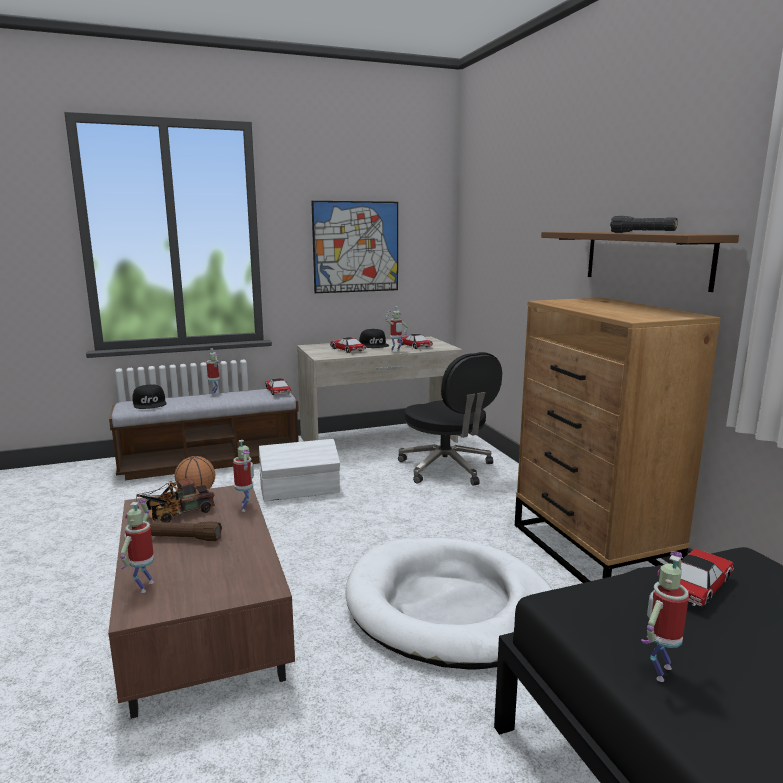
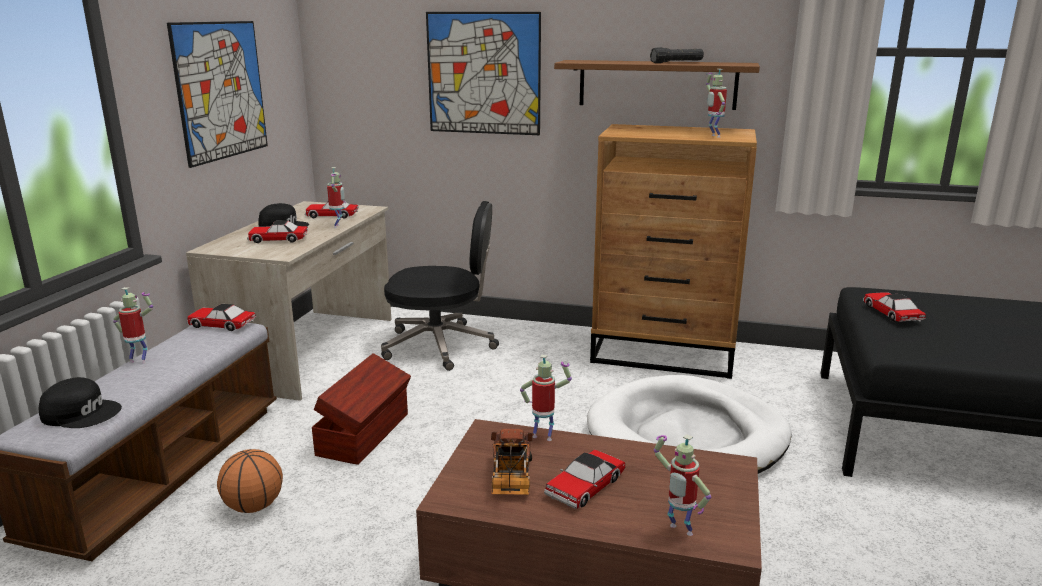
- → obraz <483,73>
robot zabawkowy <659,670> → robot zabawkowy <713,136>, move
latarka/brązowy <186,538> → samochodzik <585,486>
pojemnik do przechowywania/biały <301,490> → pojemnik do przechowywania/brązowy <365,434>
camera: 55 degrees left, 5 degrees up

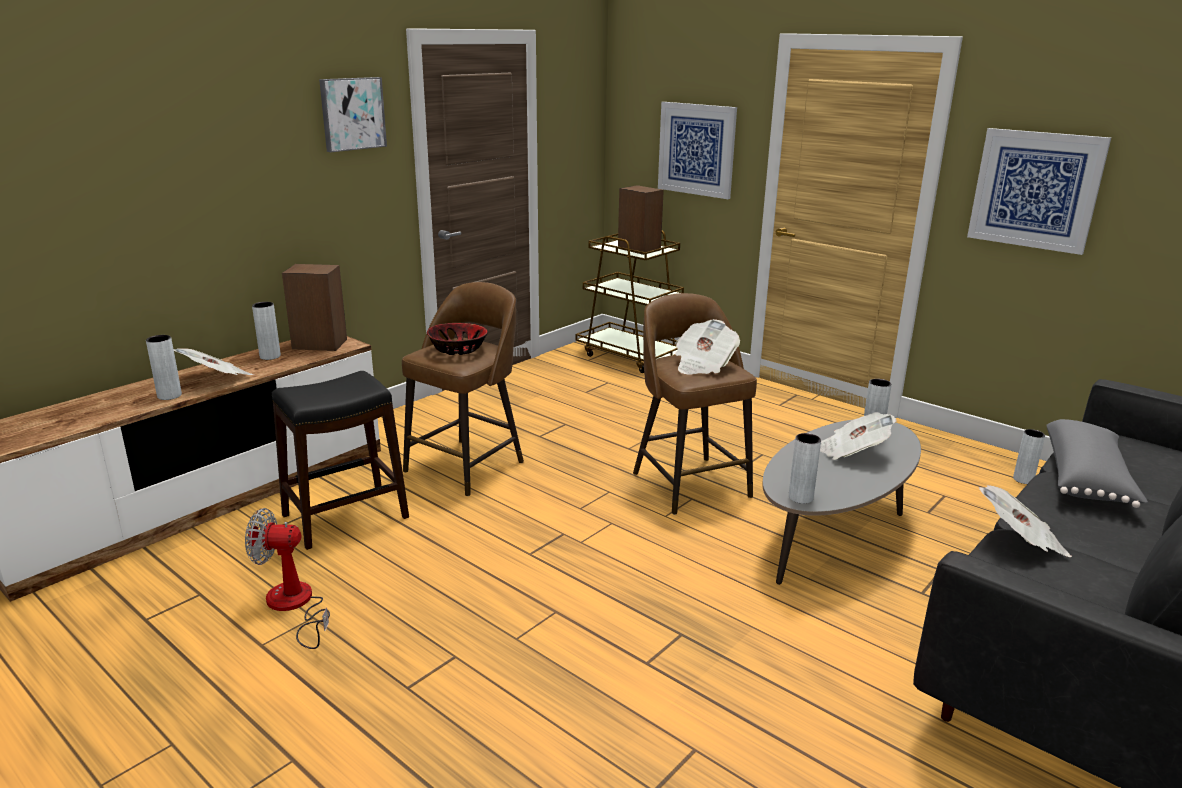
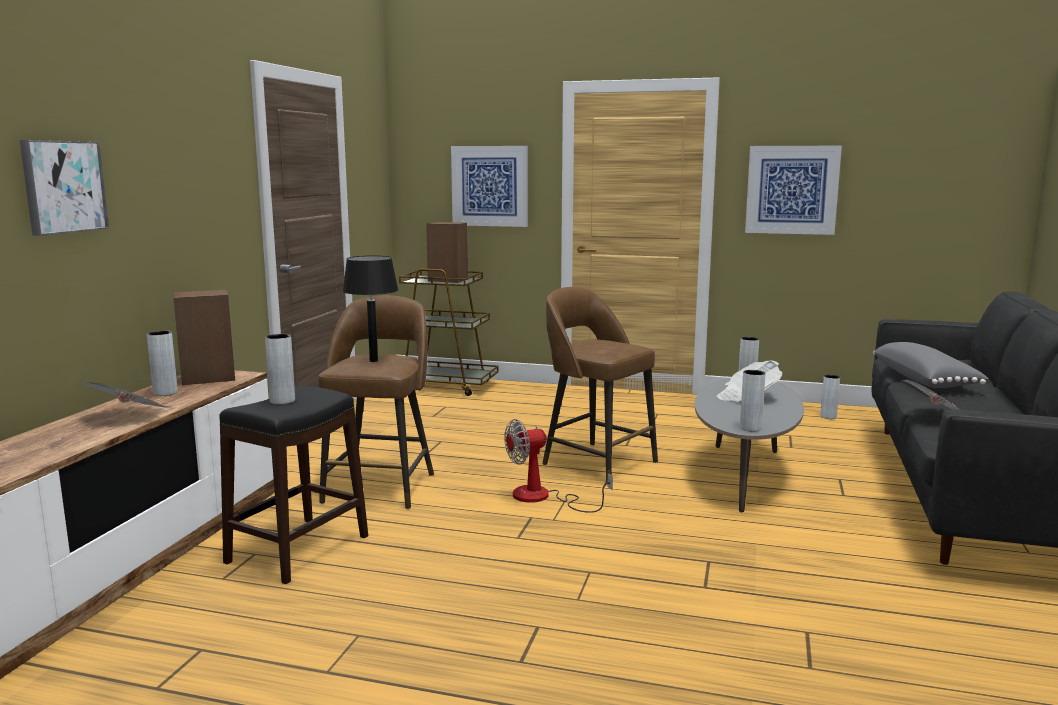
gazeta <703,365> → -
wazon/szary <169,395> → wazon/szary <282,401>, move
wentylator <295,606> → wentylator <543,498>, move
obraz <352,113> → obraz <63,186>, move
miska <458,349> → lampa stołowa/czarny <373,360>
camera: 25 degrees left, 10 degrees down

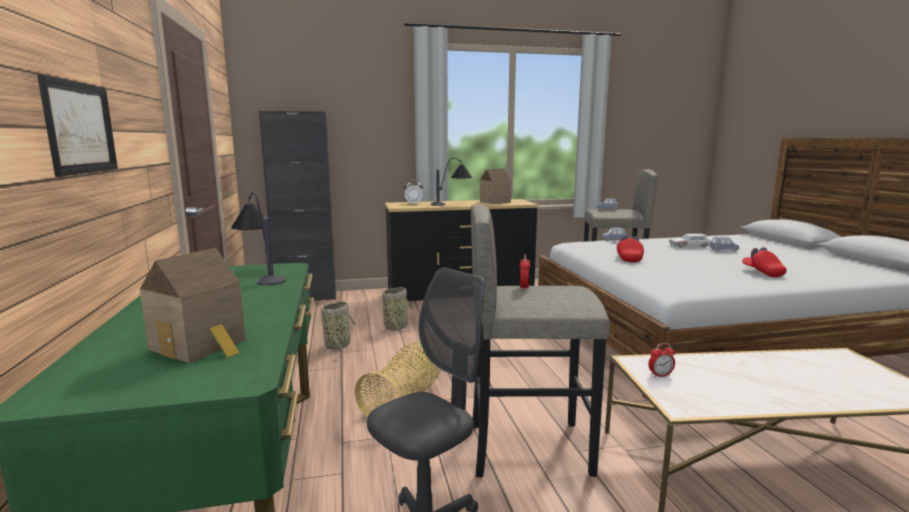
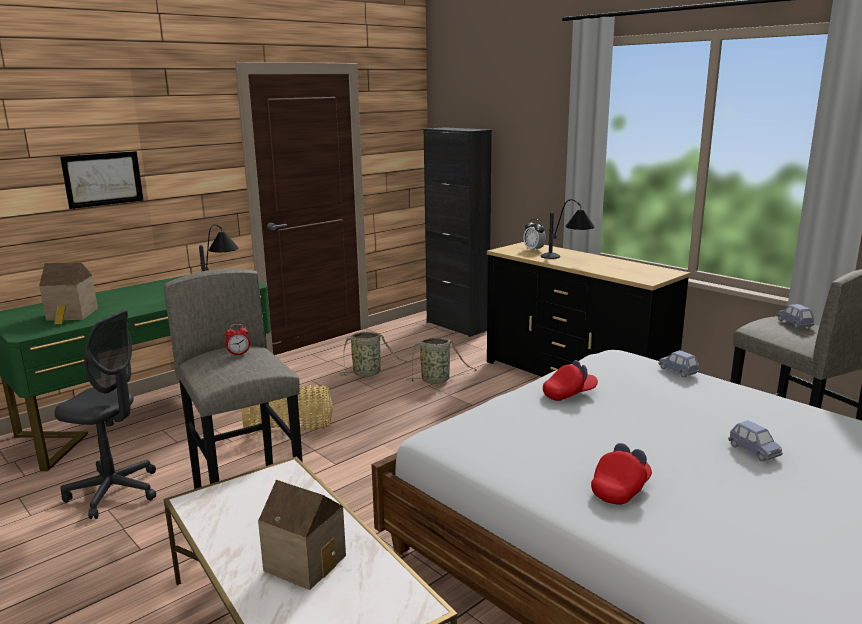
budzik <660,375> → -
samochodzik <689,246> → -
domek <494,202> → domek <307,561>, move
camera: 60 degrees right, 5 degrees up

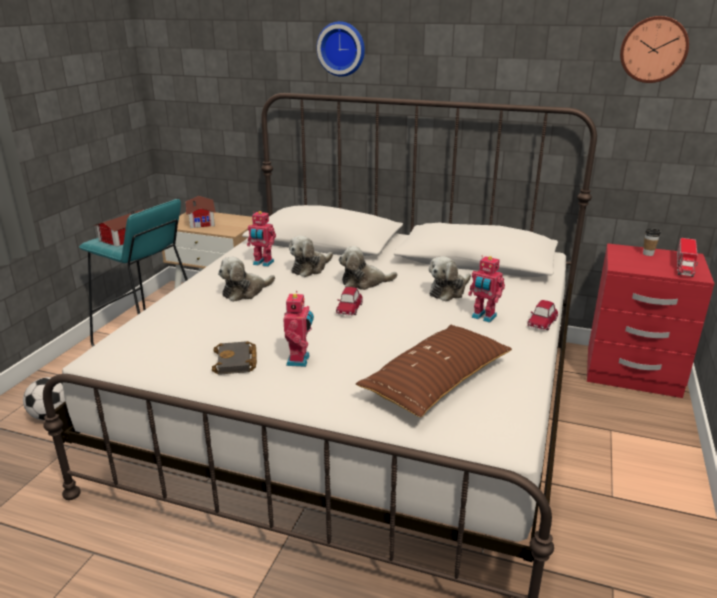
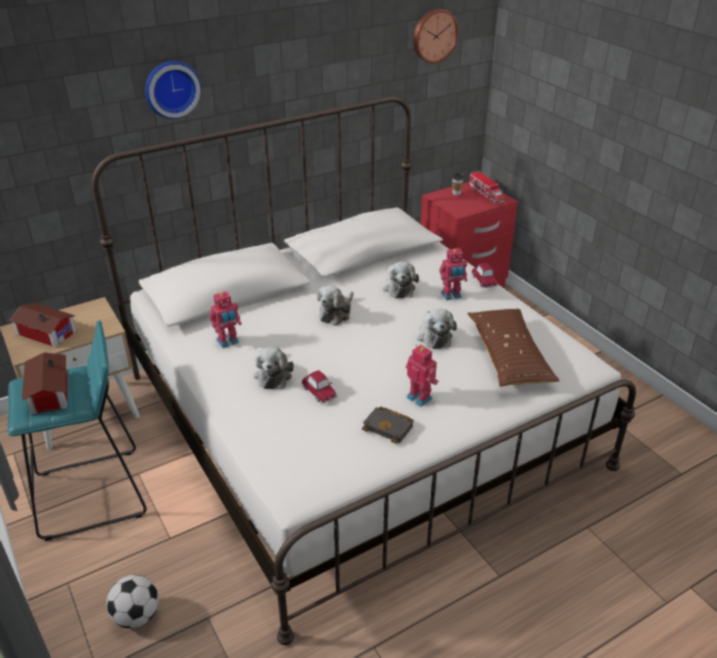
pluszak <310,268> → pluszak <434,336>, move
samochodzik <349,309> → samochodzik <319,392>, move
camera: 50 degrees left, 10 degrees up

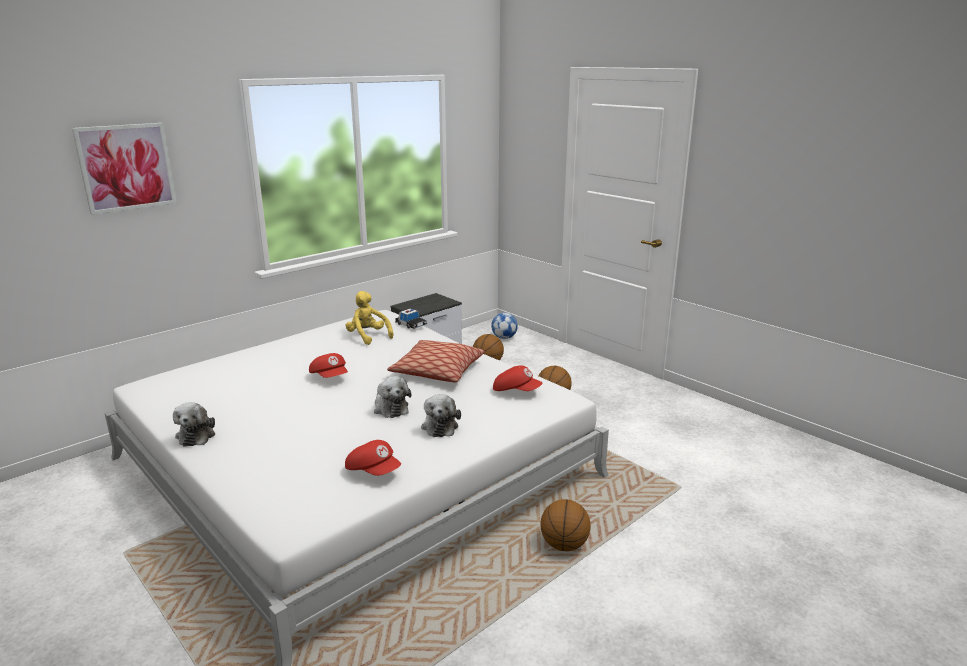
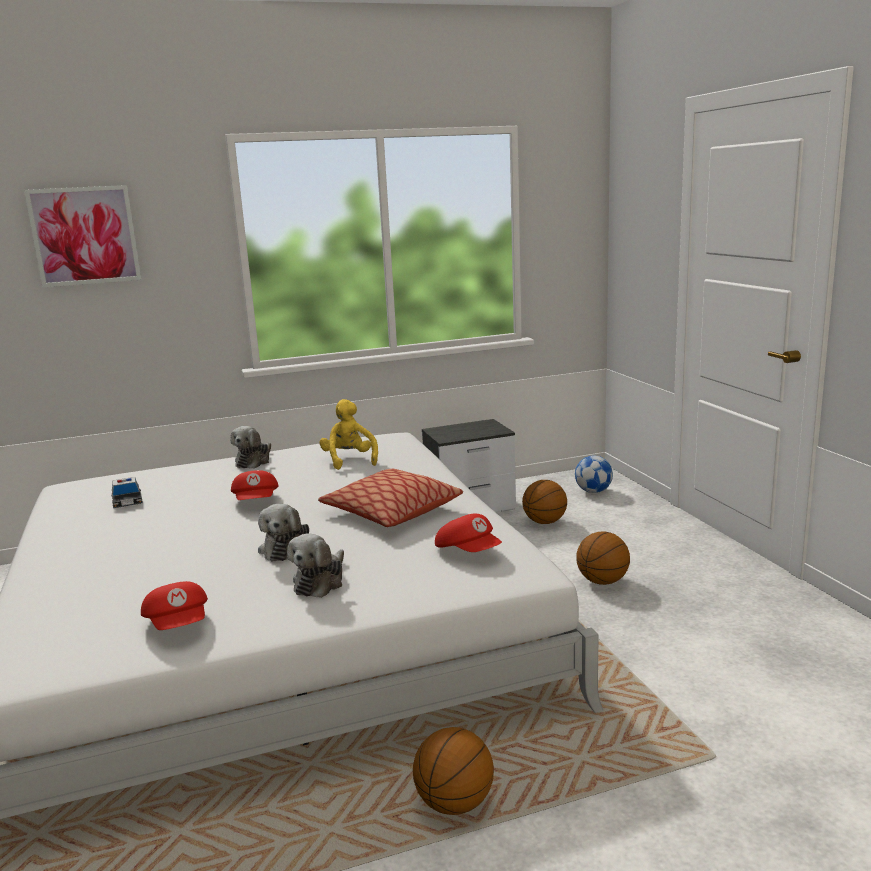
pluszak <197,434> → pluszak <254,461>, move
samochodzik <411,324> → samochodzik <127,501>, move
camera: 25 degrees right, 5 degrees down

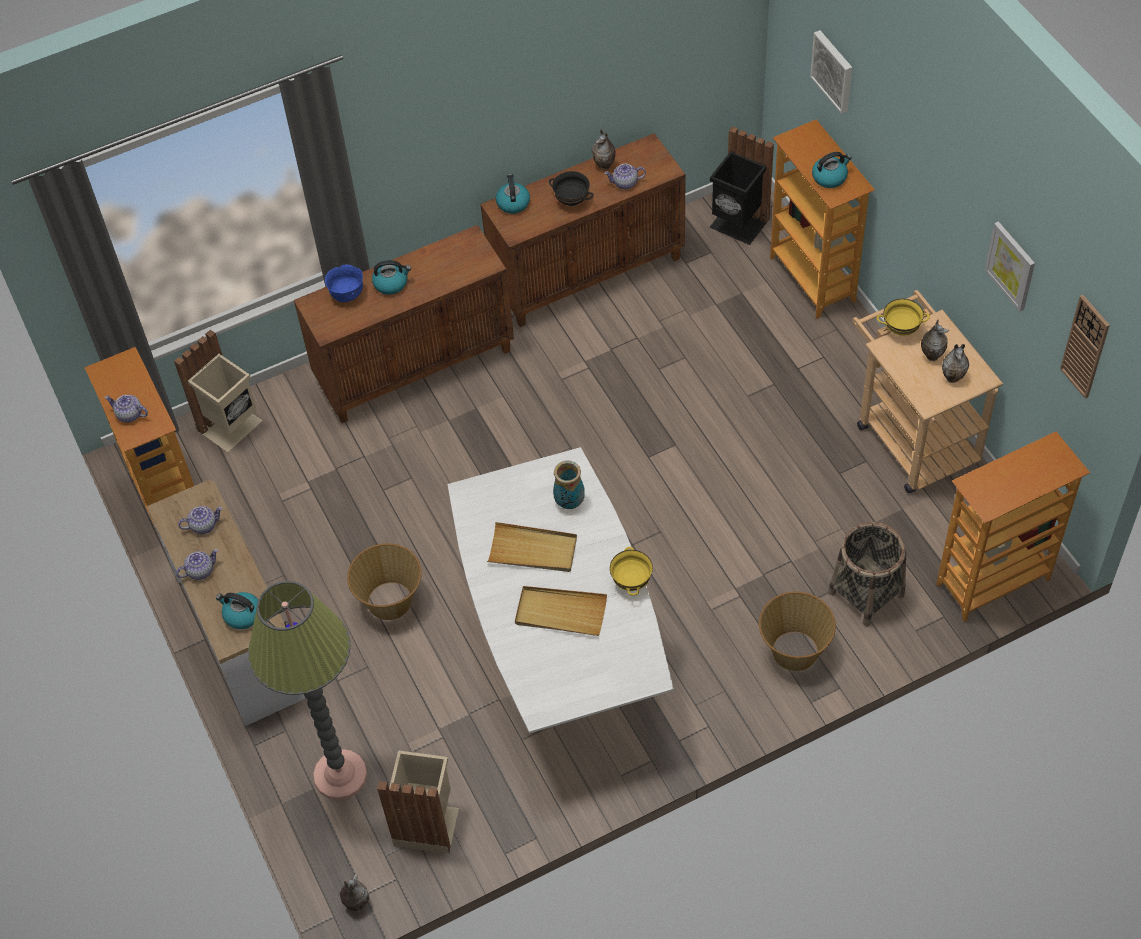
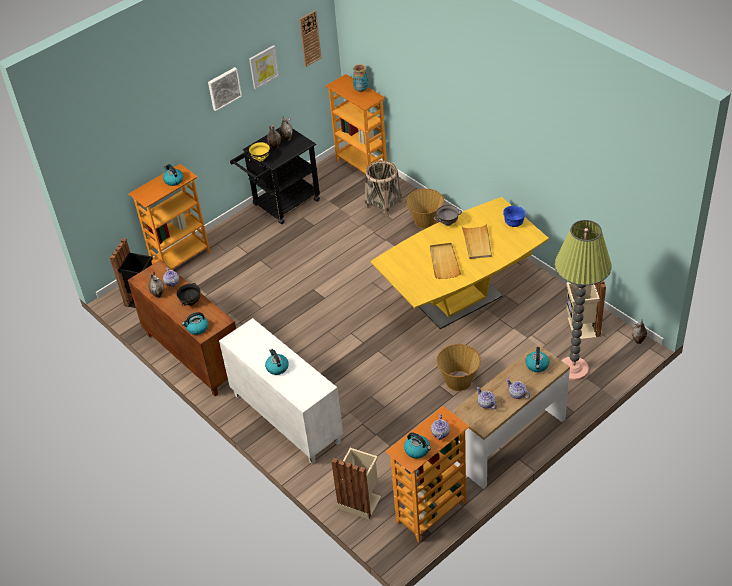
- → czajnik <417,450>
miska/niebieski <347,294> → miska/niebieski <513,223>, move
wazon <569,502> → wazon <361,90>, move
obraz <833,70> → obraz <224,88>, move
szafka/brązowy <416,366> → szafka/biały <285,419>
stół jadalny/biały <562,651> → stół jadalny/żółty <460,302>
miska/żółty <631,581> → miska/szary <448,223>
wózek/beżowy <911,435> → wózek/czarny <282,205>
camera: 105 degrees left, 10 degrees down

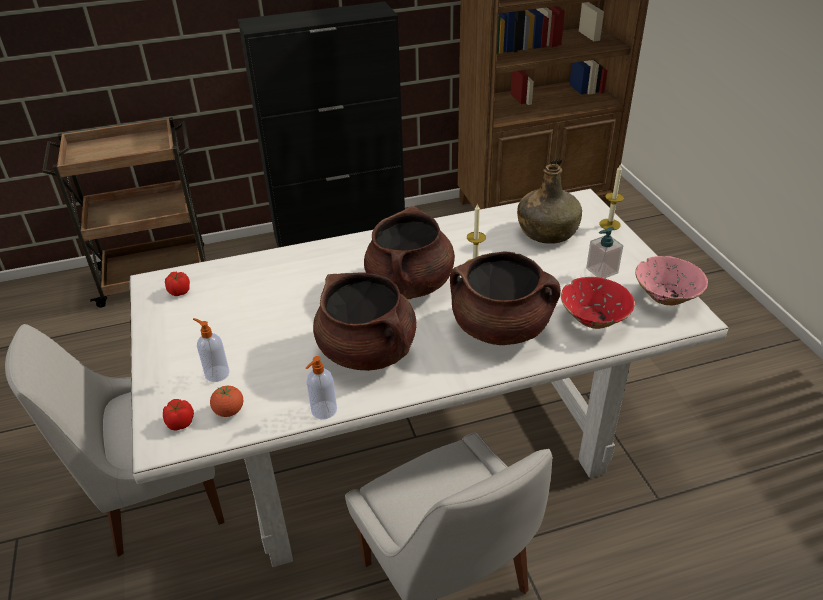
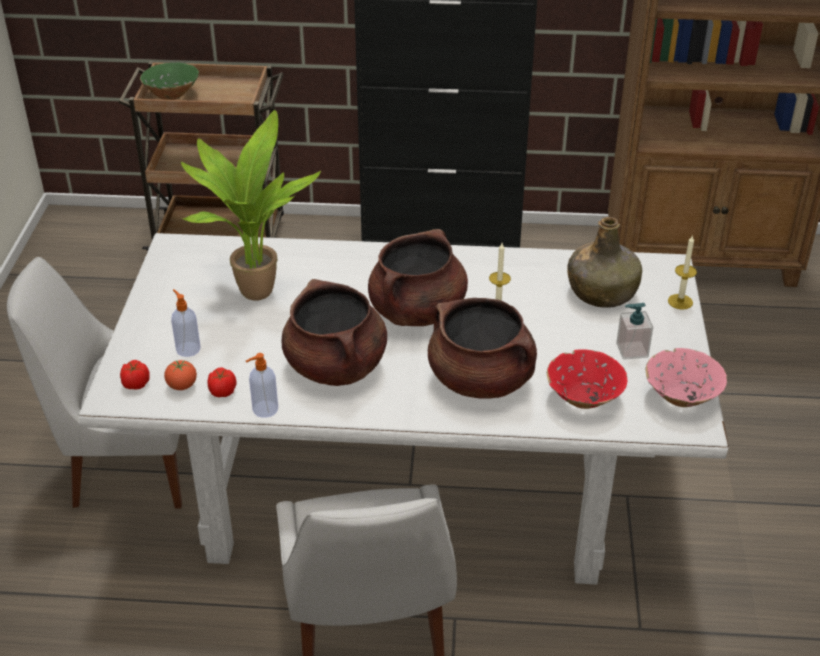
- → miska/zielony <172,95>
- → roślina doniczkowa <253,290>
pomidor <179,292> → pomidor <222,392>, move
camera: 20 degrees right, 0 degrees up

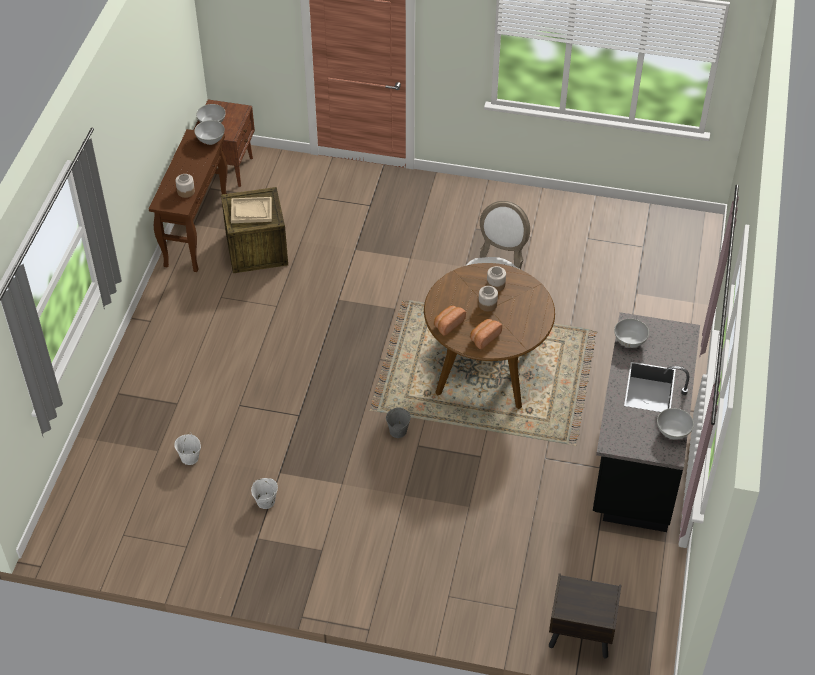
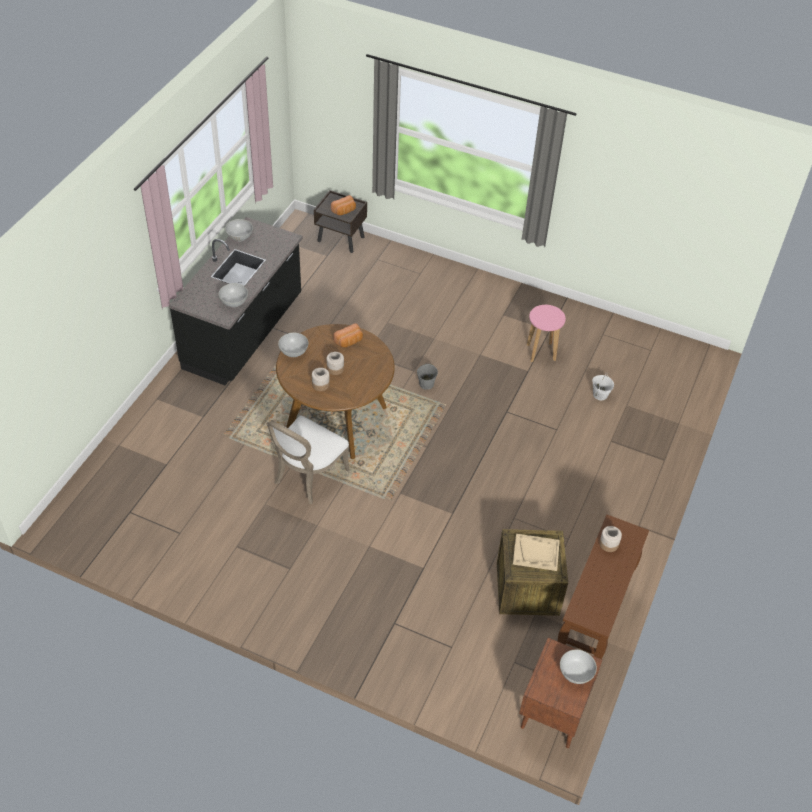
miska/biały <210,140> → miska/biały <294,352>, move
chleb <448,324> → chleb <344,211>, move
wiadro/biały <265,502> → stołek/różowy <541,352>
camera: 170 degrees left, 0 degrees up

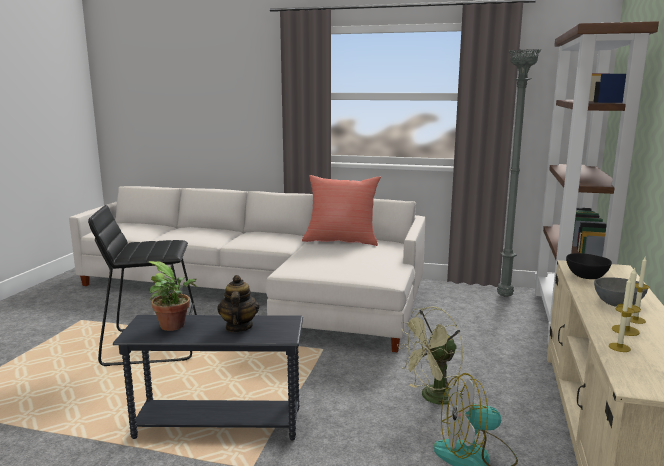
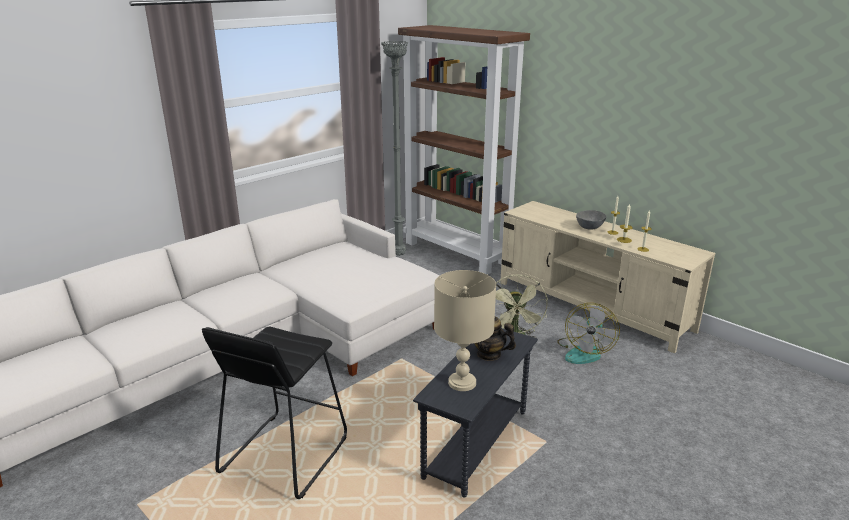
poduszka/czerwony <341,240> → -
miska/czarny <585,277> → -
roślina doniczkowa <175,326> → lampa stołowa/beżowy <462,383>
camera: 60 degrees left, 10 degrees up

